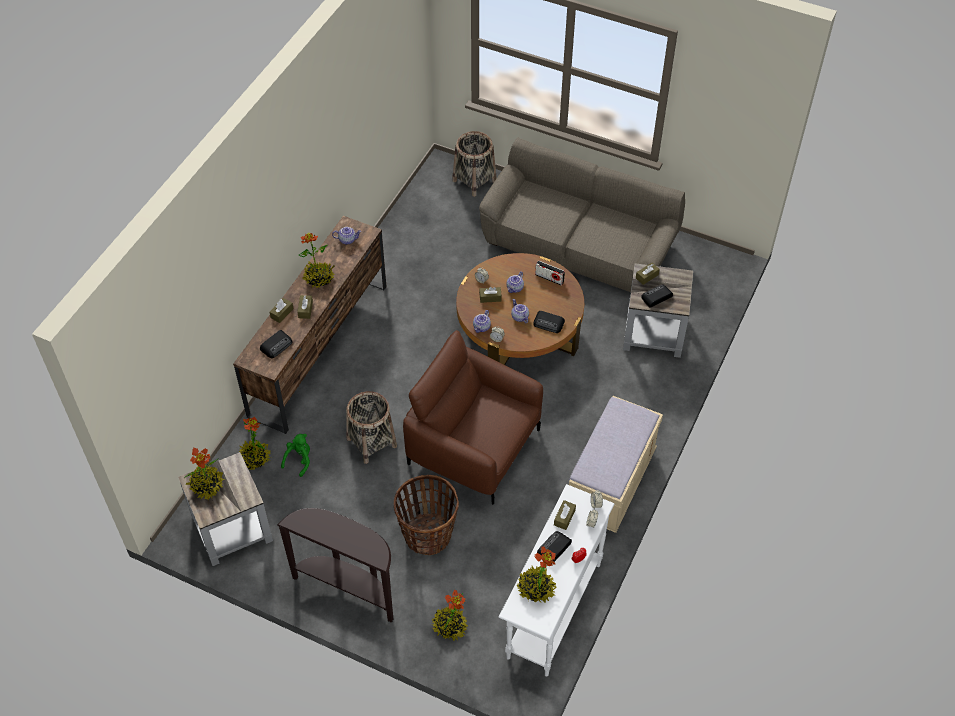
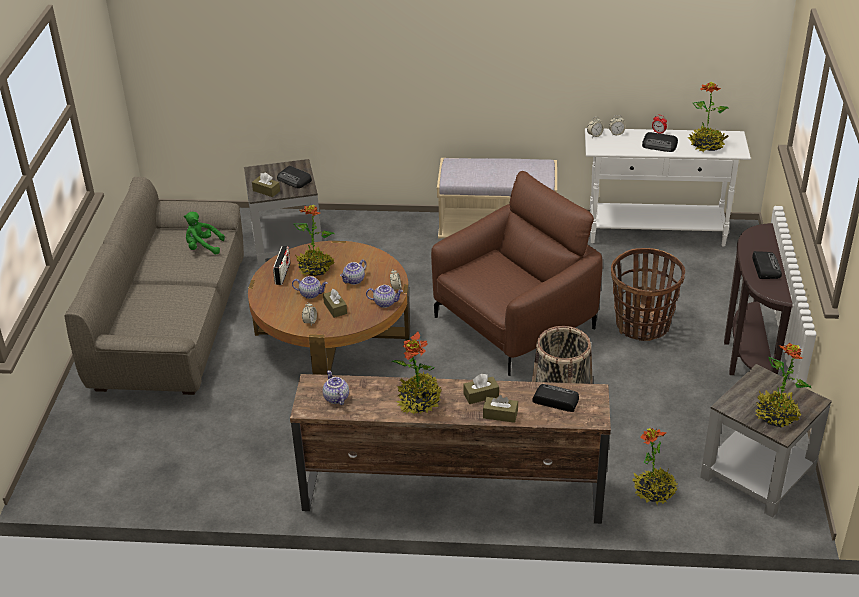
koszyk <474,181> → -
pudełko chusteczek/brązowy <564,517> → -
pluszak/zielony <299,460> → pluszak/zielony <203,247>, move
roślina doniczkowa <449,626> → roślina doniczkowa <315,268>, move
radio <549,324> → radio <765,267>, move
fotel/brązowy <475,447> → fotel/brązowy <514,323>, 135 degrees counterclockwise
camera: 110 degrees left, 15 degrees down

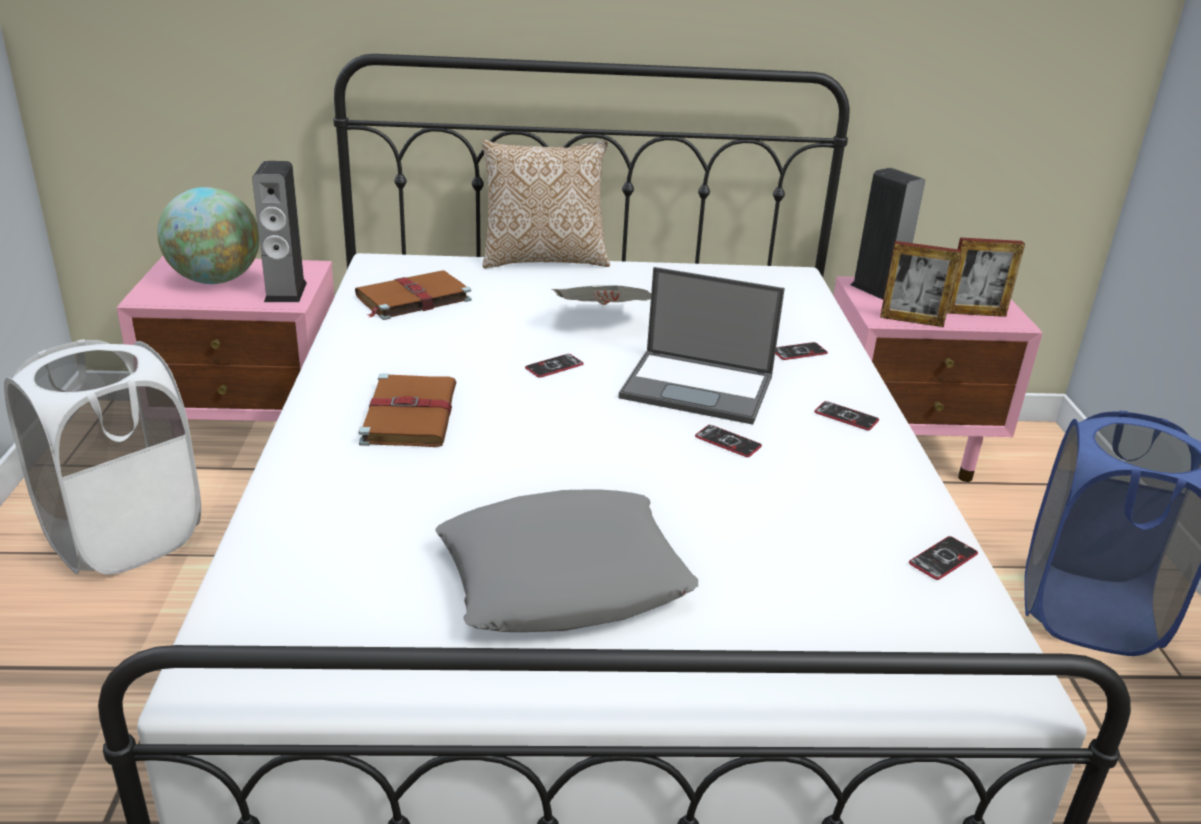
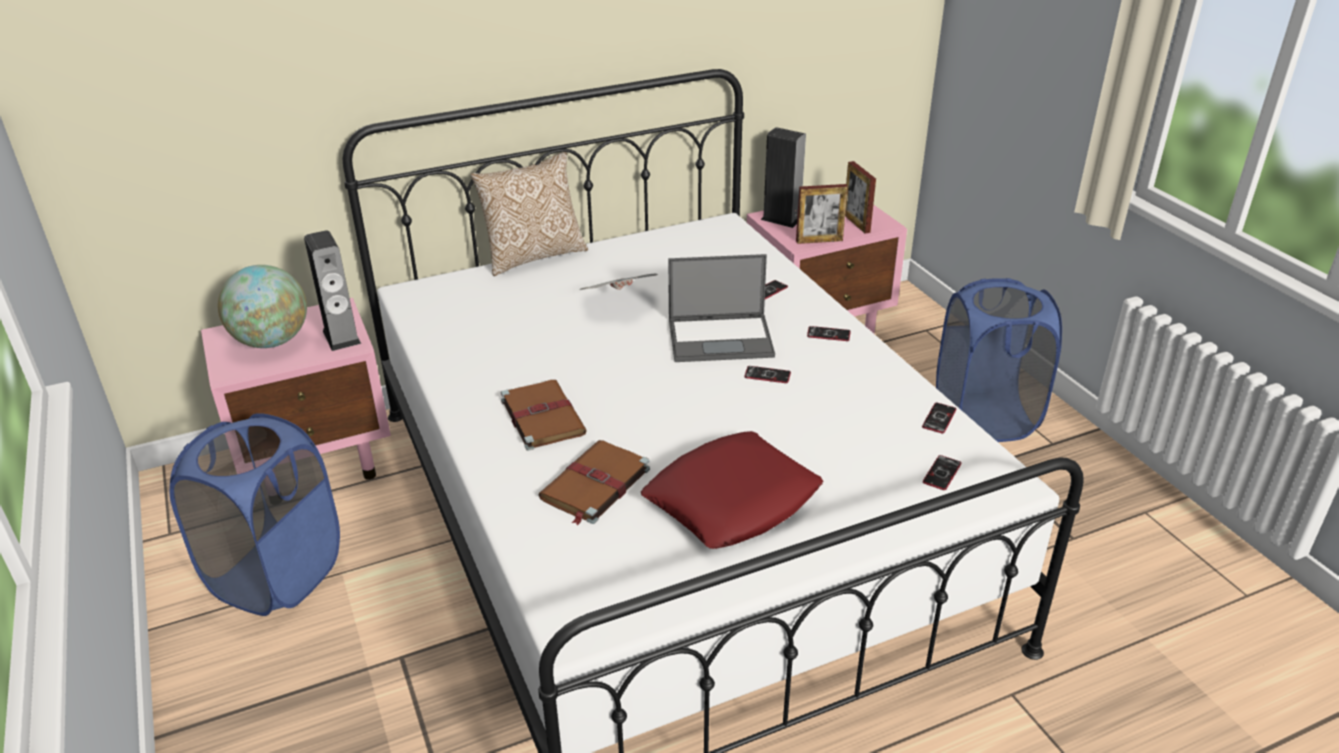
książka/brązowy <411,299> → książka/brązowy <594,485>, move
telefon <554,367> → telefon <941,473>, move
kosz na pranie/biały <124,537> → kosz na pranie/niebieski <277,575>
poduszka/szary <564,577> → poduszka/czerwony <732,500>
ramka na zdjęcie <974,313> → ramka na zdjęcie <856,223>, 90 degrees clockwise
camera: 20 degrees left, 5 degrees up

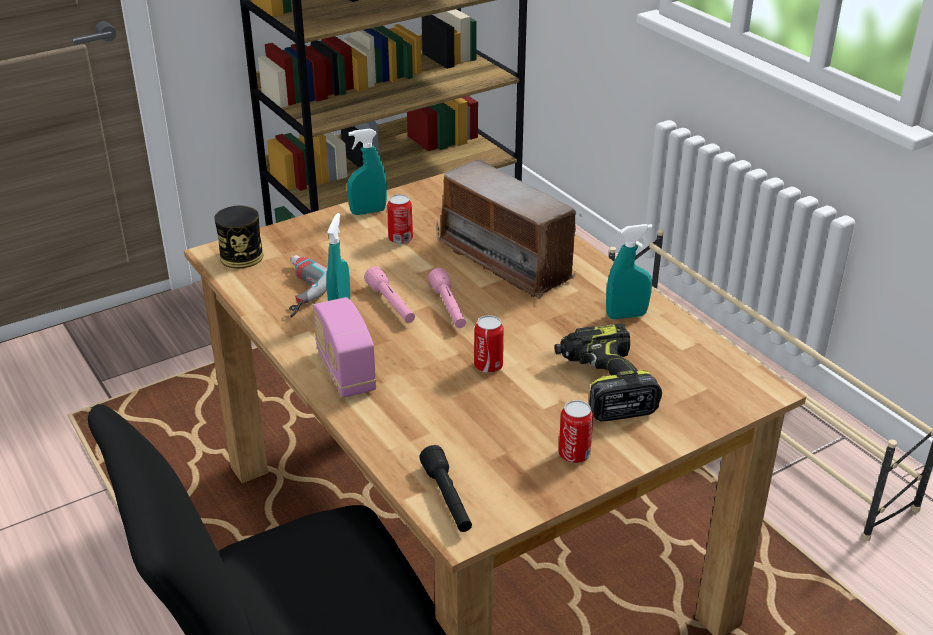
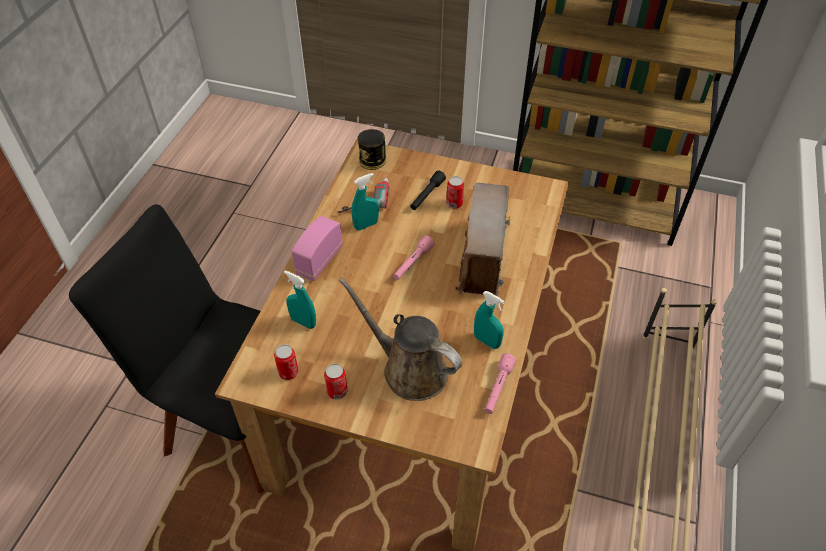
spryskiwacz/turkusowy <368,212> → spryskiwacz/turkusowy <303,322>, move
latarka/różowy <391,304> → latarka/różowy <498,388>, move
latarka/czarny <447,498> → latarka/czarny <427,195>, move
puszka <488,366> → puszka <288,372>, move
wiertarka <603,385> → konewka/brązowy <409,369>
camera: 50 degrees right, 15 degrees up

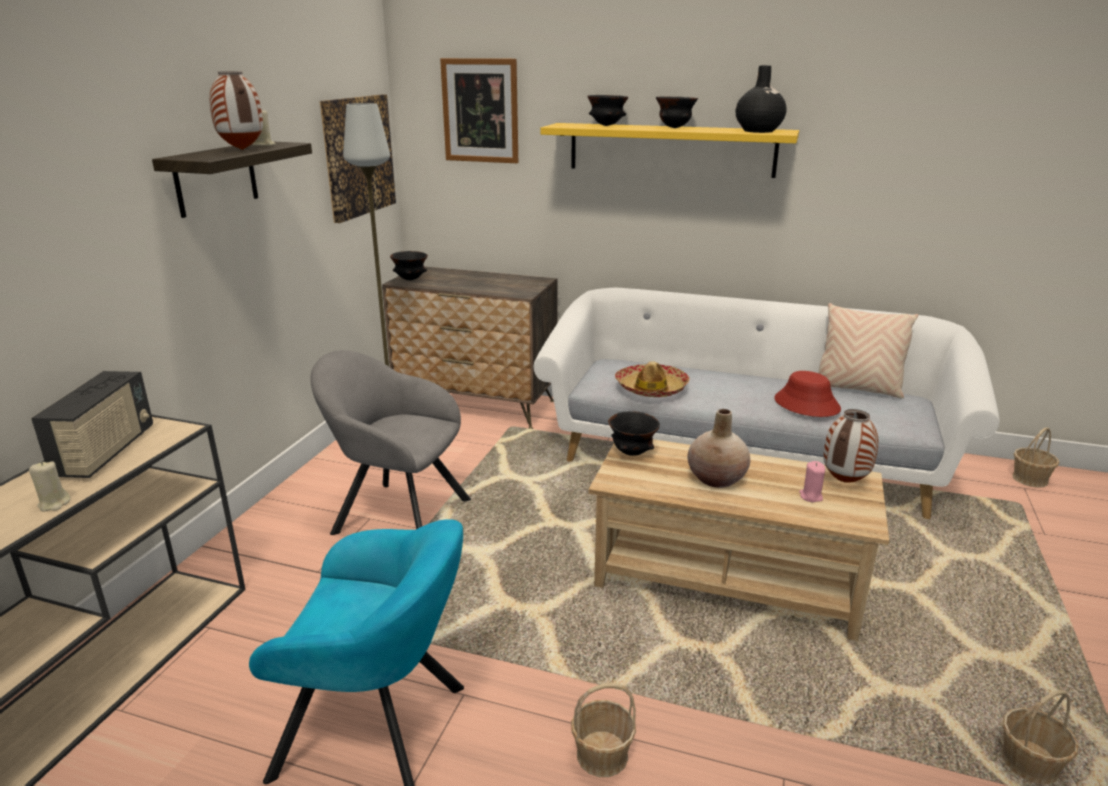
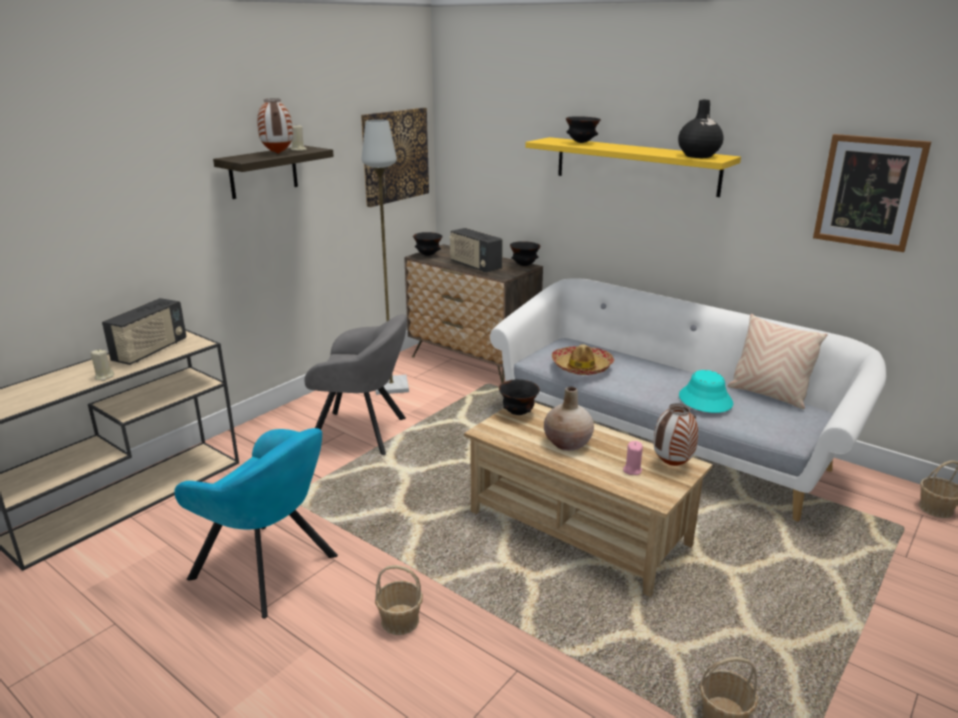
- → radio <475,266>
obraz <480,111> → obraz <869,192>, move
miska/czarny <675,128> → miska/czarny <524,265>, move
kapelusz/czerwony <806,404> → kapelusz/turkusowy <705,400>
fotel/szary <396,514> → fotel/szary <363,433>, 150 degrees clockwise
camera: 20 degrees right, 0 degrees up

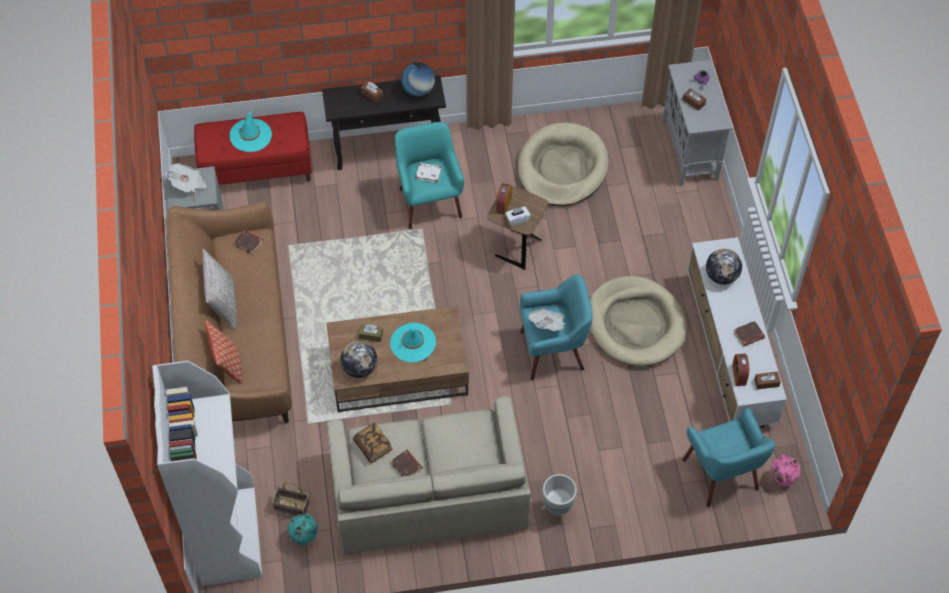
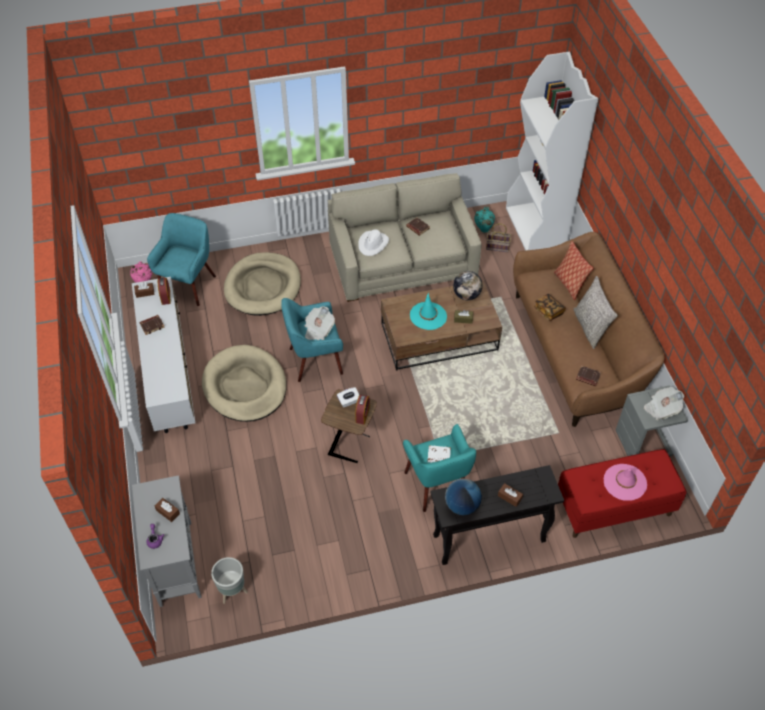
globus <721,276> → -
- → kapelusz/biały <373,244>
książka <373,447> → książka <548,311>, move
legowisko/beżowy <562,168> → legowisko/beżowy <263,287>, move
donica/szary <557,512> → donica/szary <233,591>, move
kapelusz/turkusowy <250,135> → kapelusz/różowy <624,482>
fotel/turkusowy <721,474> → fotel/turkusowy <188,284>, 45 degrees clockwise
camera: 175 degrees right, 5 degrees down

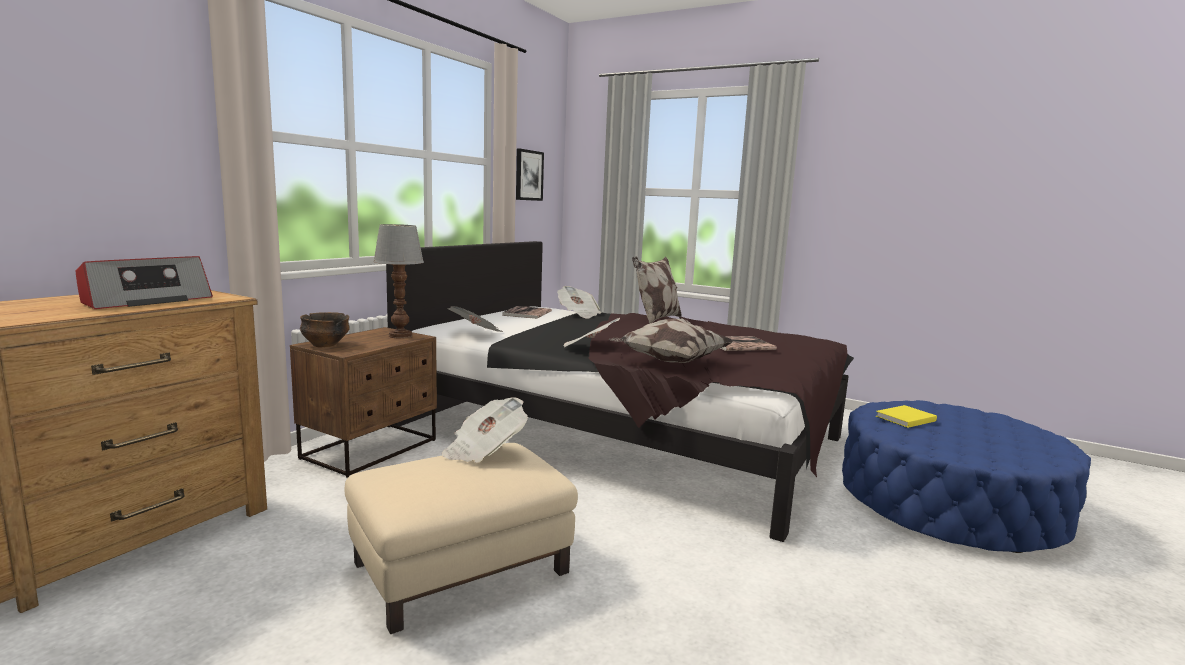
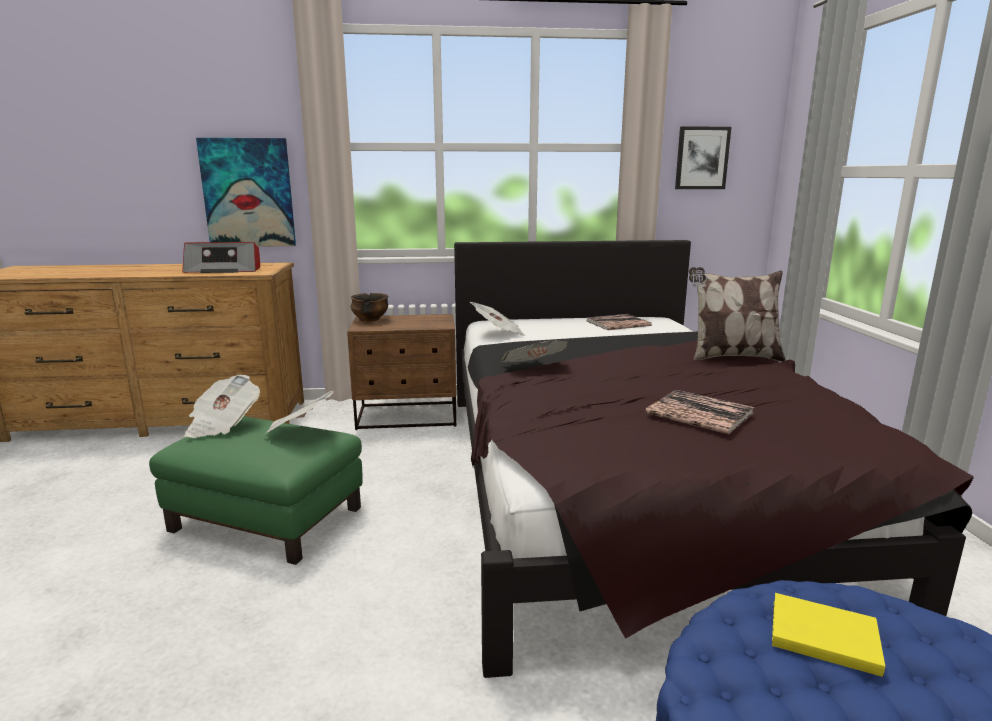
lampa stołowa <399,335> → -
poduszka <669,361> → -
- → obraz <248,193>
gazeta <578,314> → gazeta <223,425>, move
pufa/beżowy <461,567> → pufa/zielony <268,518>
camera: 55 degrees right, 5 degrees up

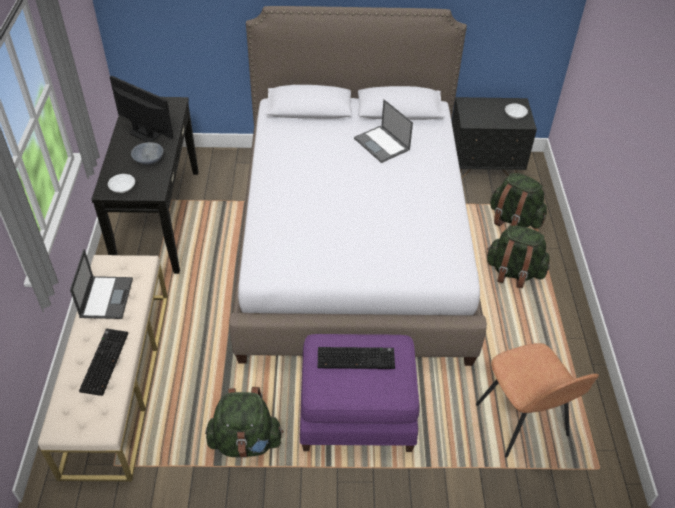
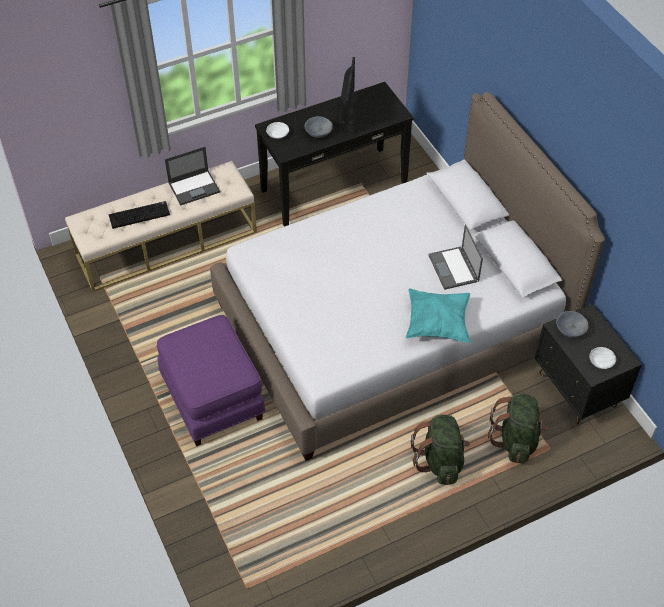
plecak/zielony <245,442> → -
klawiatura <356,357> → -
krzesło/brązowy <522,422> → -
- → poduszka/turkusowy <437,324>
- → miska/szary <570,329>
laptop <382,144> → laptop <454,268>, 45 degrees counterclockwise
camera: 65 degrees right, 5 degrees up

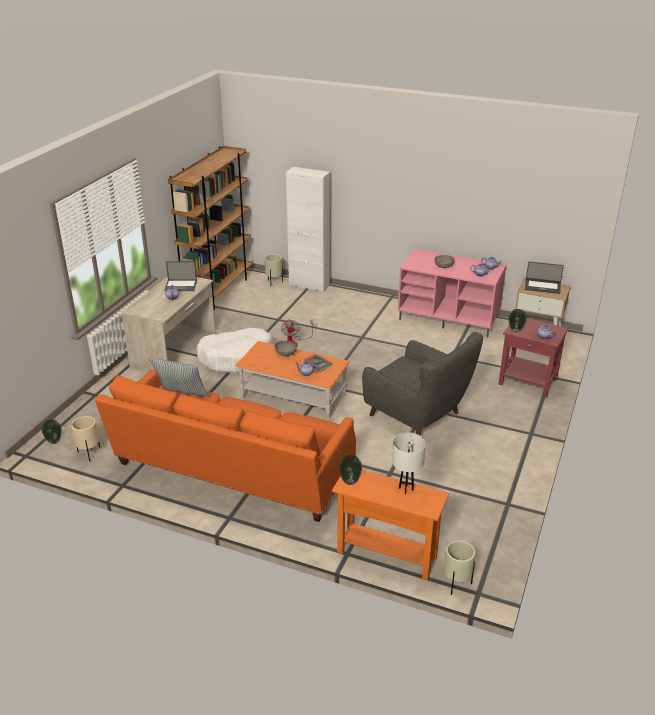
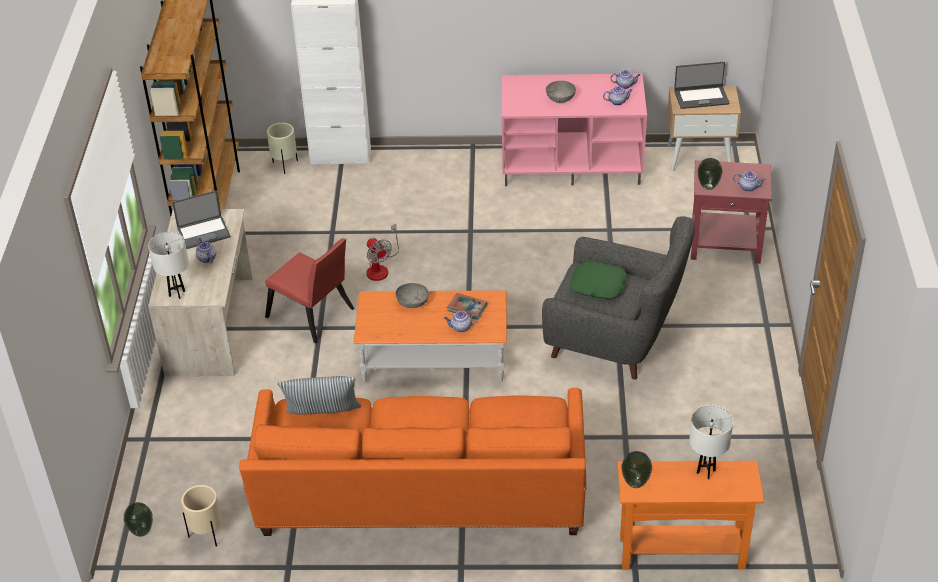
donica/beżowy <456,584> → -
- → lampa stołowa/biały <177,294>
- → poduszka/zielony <597,285>
legowisko/biały <236,358> → krzesło/czerwony <313,316>
camera: 20 degrees left, 10 degrees up

